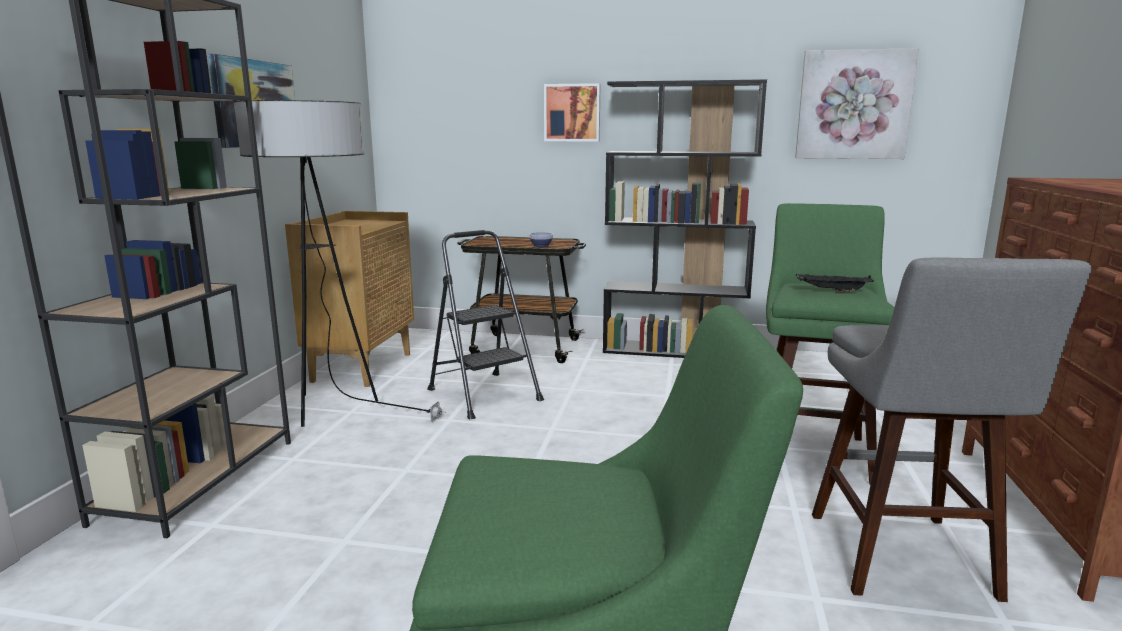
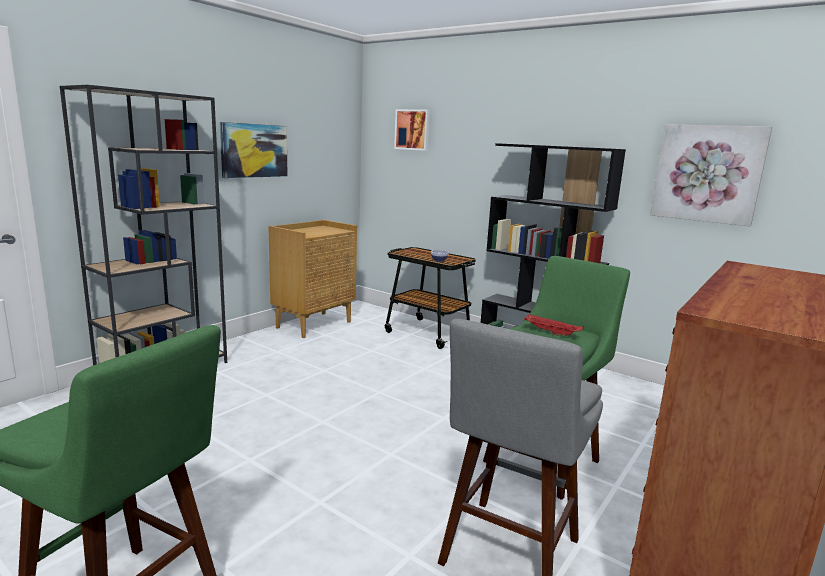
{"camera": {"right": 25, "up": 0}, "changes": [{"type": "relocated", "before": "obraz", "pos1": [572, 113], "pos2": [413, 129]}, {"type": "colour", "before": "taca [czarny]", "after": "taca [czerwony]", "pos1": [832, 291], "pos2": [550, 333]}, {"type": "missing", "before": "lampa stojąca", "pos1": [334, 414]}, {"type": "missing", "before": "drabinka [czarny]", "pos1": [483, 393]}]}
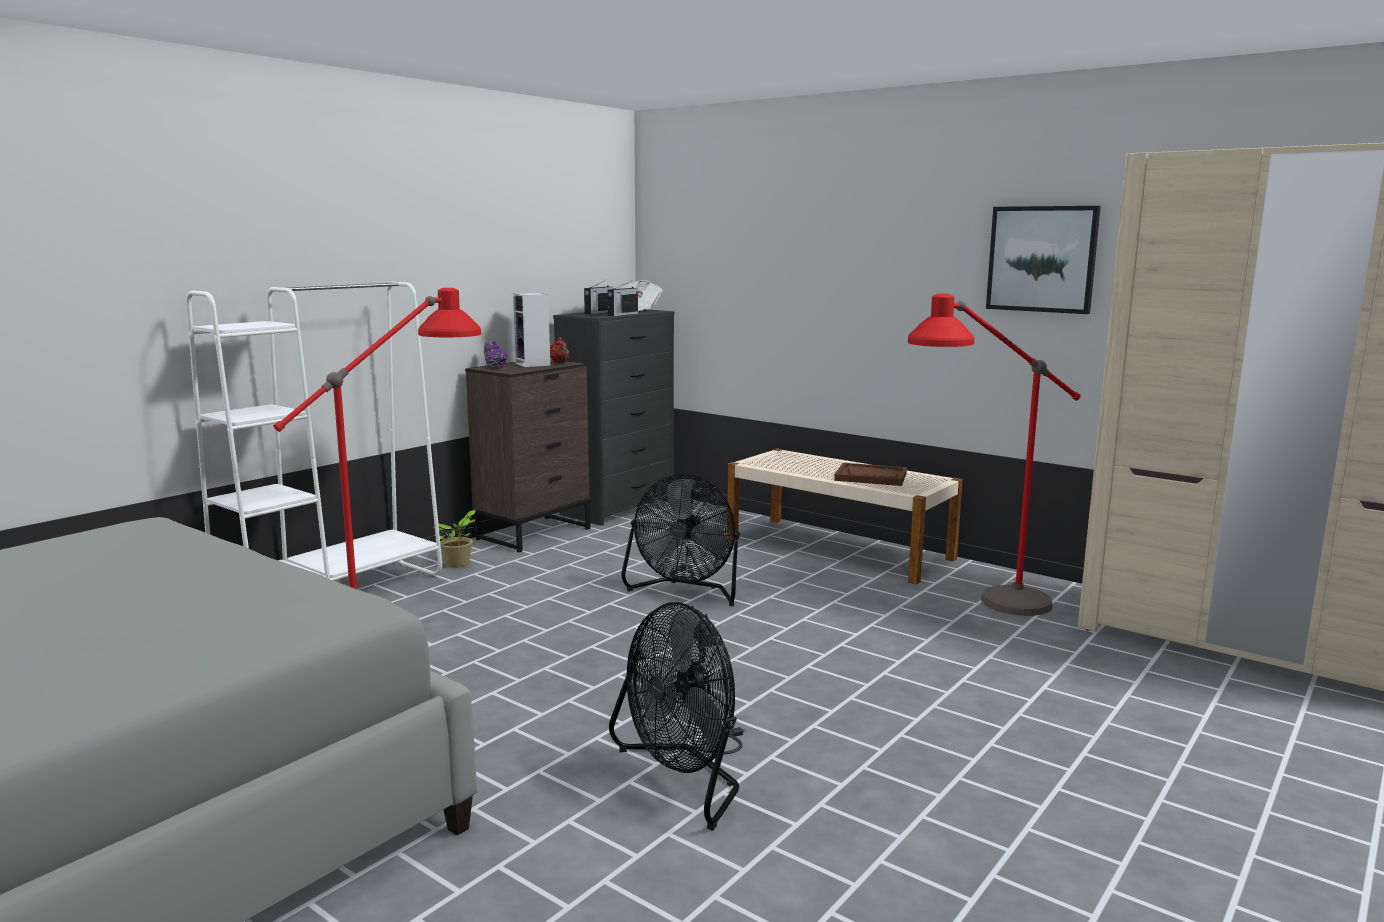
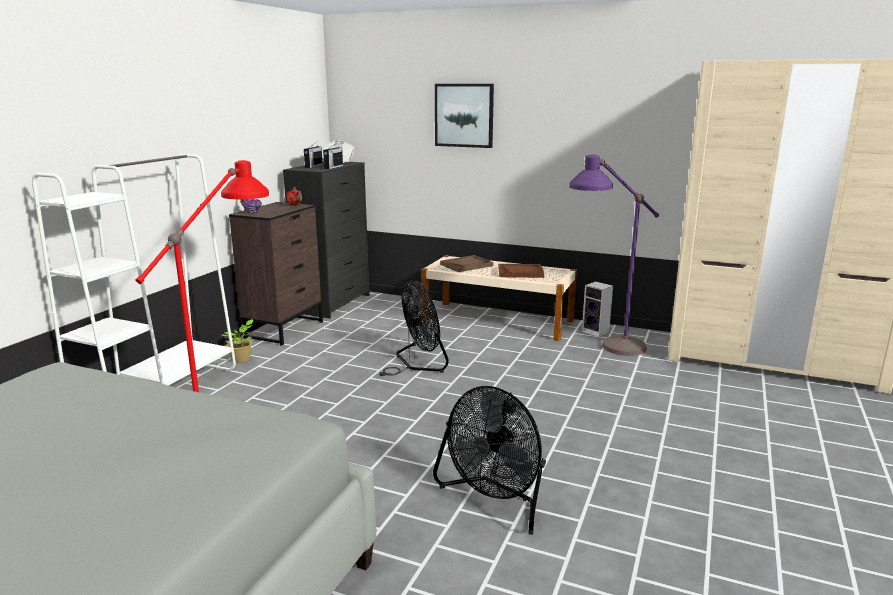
{"camera": {"right": -15, "up": 5}, "changes": [{"type": "spun", "before": "wentylator [czarny]", "pos1": [684, 589], "pos2": [414, 361], "turn": -120}, {"type": "relocated", "before": "obraz", "pos1": [1042, 259], "pos2": [464, 115]}, {"type": "appeared", "after": "taca [brązowy]", "pos2": [466, 265]}, {"type": "colour", "before": "lampa stojąca [czerwony]", "after": "lampa stojąca [fioletowy]", "pos1": [979, 611], "pos2": [606, 355]}, {"type": "relocated", "before": "głośnik", "pos1": [534, 364], "pos2": [596, 332]}]}
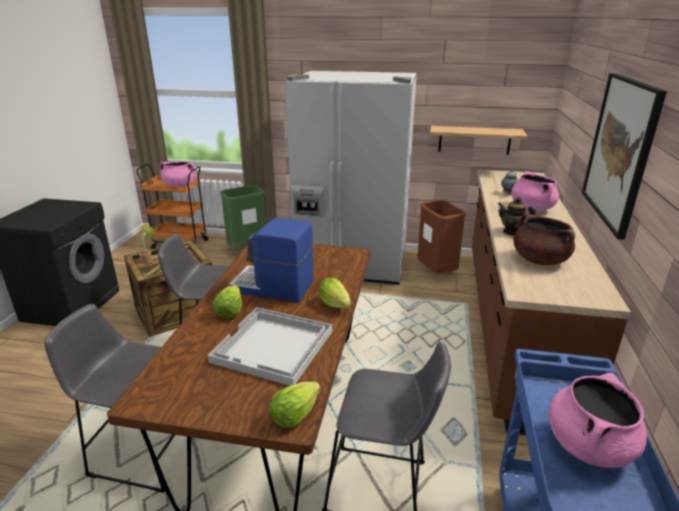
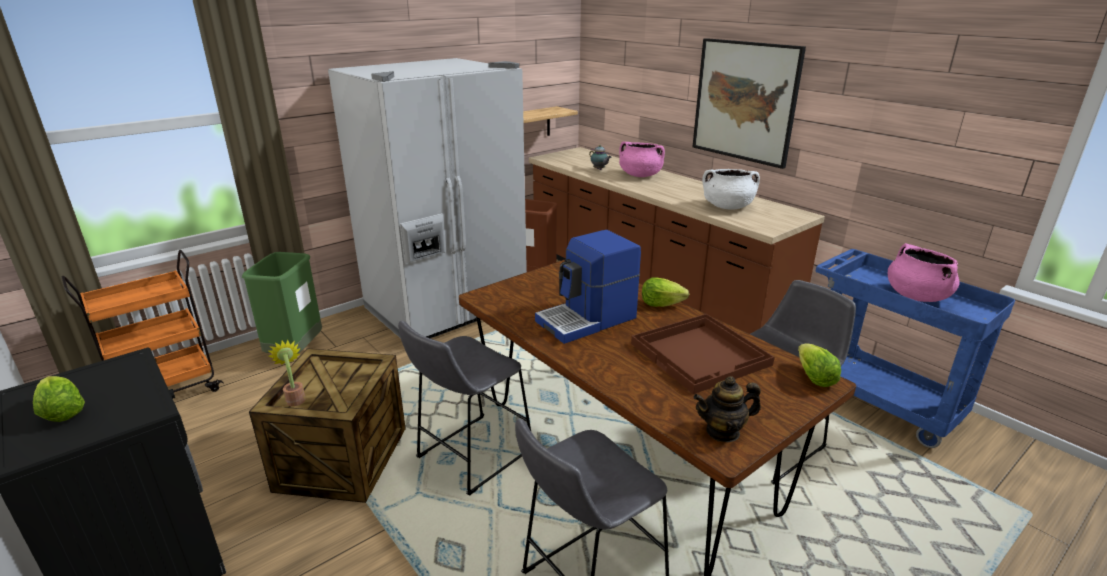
{"camera": {"right": -50, "up": 0}, "changes": [{"type": "relocated", "before": "sałata", "pos1": [230, 311], "pos2": [62, 413]}, {"type": "colour", "before": "taca [biały]", "after": "taca [brązowy]", "pos1": [273, 347], "pos2": [701, 354]}, {"type": "relocated", "before": "imbryk", "pos1": [512, 232], "pos2": [723, 431]}, {"type": "colour", "before": "garnek [brązowy]", "after": "garnek [biały]", "pos1": [539, 260], "pos2": [727, 207]}, {"type": "missing", "before": "garnek [różowy]", "pos1": [179, 186]}]}
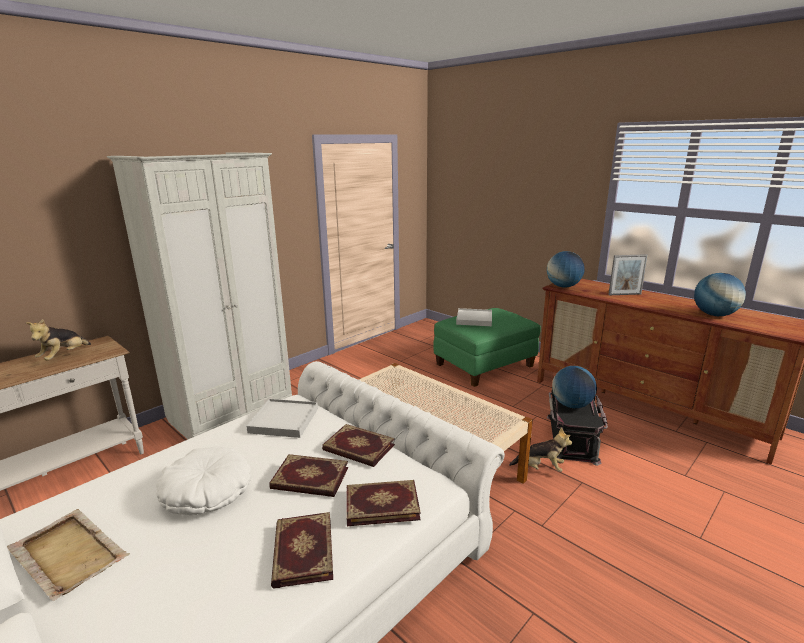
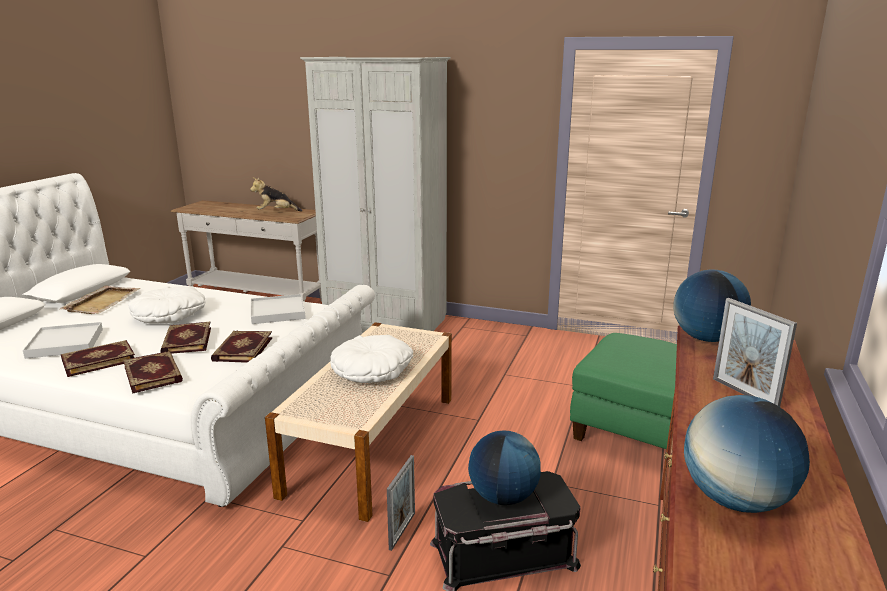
{"camera": {"right": 65, "up": 0}, "changes": [{"type": "relocated", "before": "taca [biały]", "pos1": [474, 319], "pos2": [65, 343]}, {"type": "appeared", "after": "poduszka [biały]", "pos2": [370, 370]}, {"type": "exchanged", "before": "pluszak", "after": "ramka na zdjęcie", "pos1": [540, 468], "pos2": [402, 531]}]}
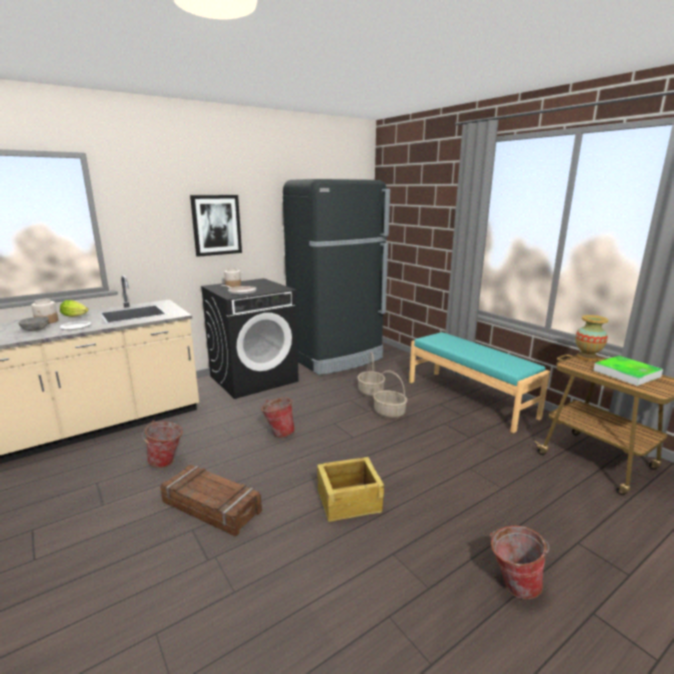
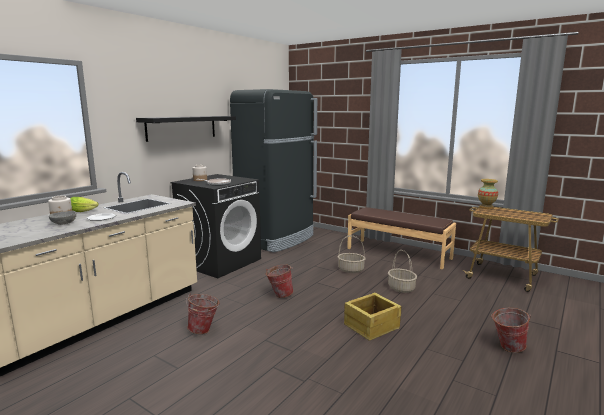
{"camera": {"right": -20, "up": -5}, "changes": [{"type": "exchanged", "before": "obraz", "after": "półka [czarny]", "pos1": [216, 225], "pos2": [182, 127]}, {"type": "colour", "before": "ławka [turkusowy]", "after": "ławka [brązowy]", "pos1": [470, 398], "pos2": [398, 253]}, {"type": "relocated", "before": "koszyk", "pos1": [370, 391], "pos2": [401, 288]}, {"type": "missing", "before": "skrzynka", "pos1": [212, 506]}, {"type": "missing", "before": "taca", "pos1": [626, 373]}]}
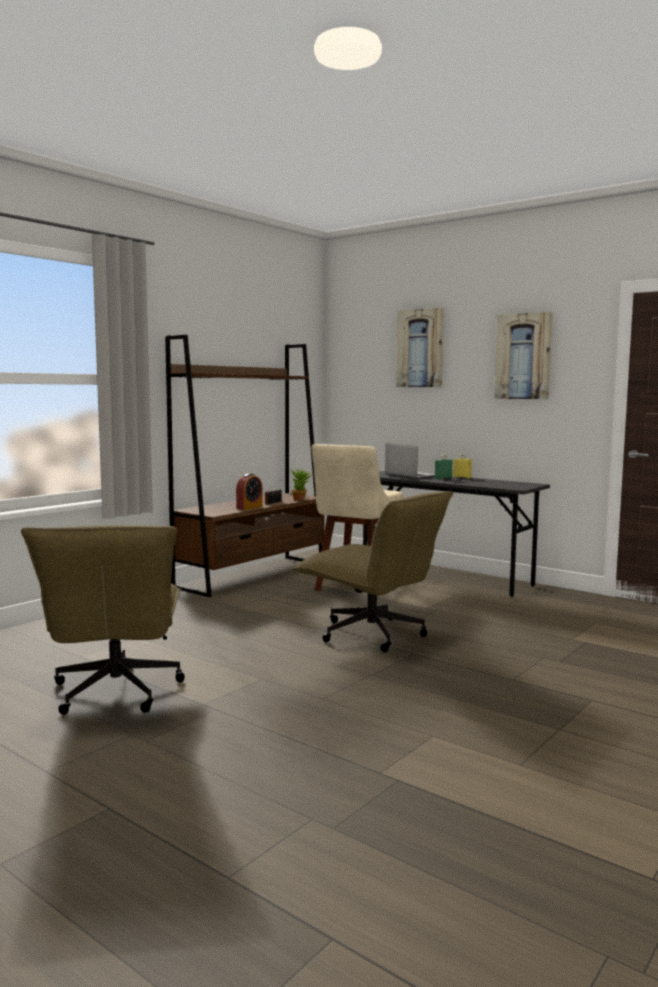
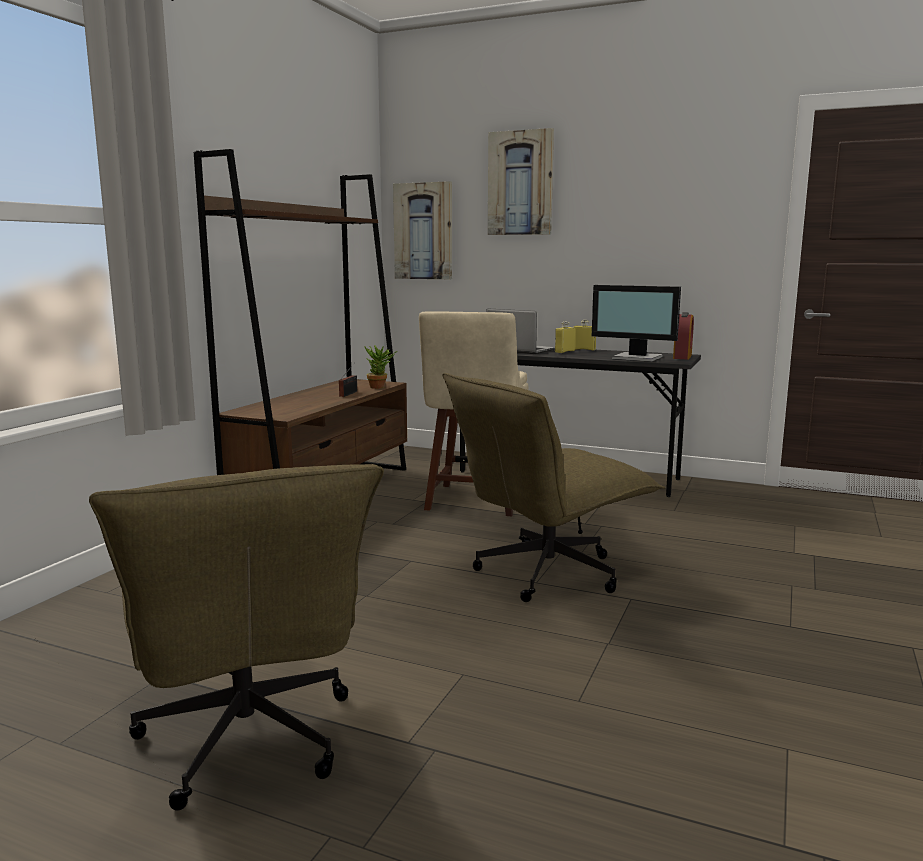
{"camera": {"right": -15, "up": 5}, "changes": [{"type": "relocated", "before": "obraz", "pos1": [523, 356], "pos2": [423, 231]}, {"type": "spun", "before": "krzesło biurowe [beżowy]", "pos1": [370, 633], "pos2": [549, 572], "turn": 120}, {"type": "colour", "before": "butelka [zielony]", "after": "butelka [żółty]", "pos1": [443, 478], "pos2": [564, 351]}, {"type": "appeared", "after": "monitor", "pos2": [637, 358]}, {"type": "relocated", "before": "budzik", "pos1": [249, 507], "pos2": [682, 356]}]}
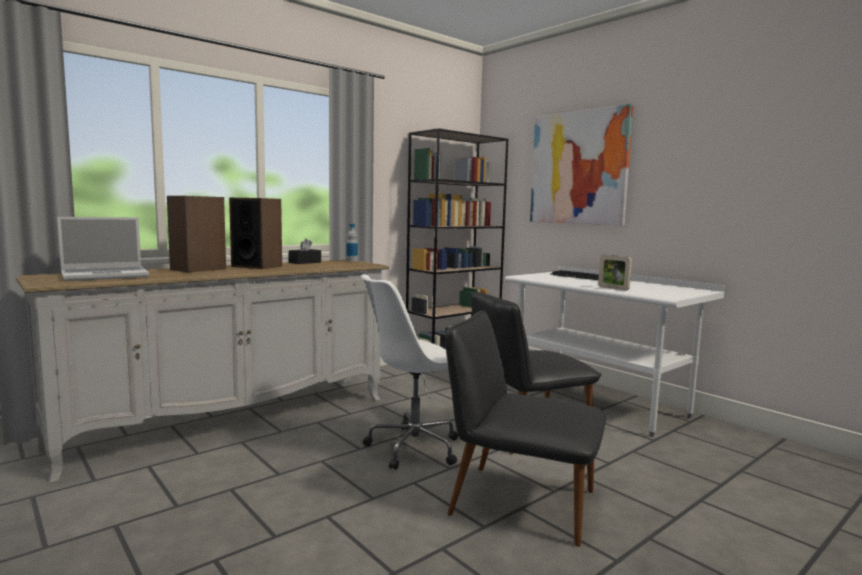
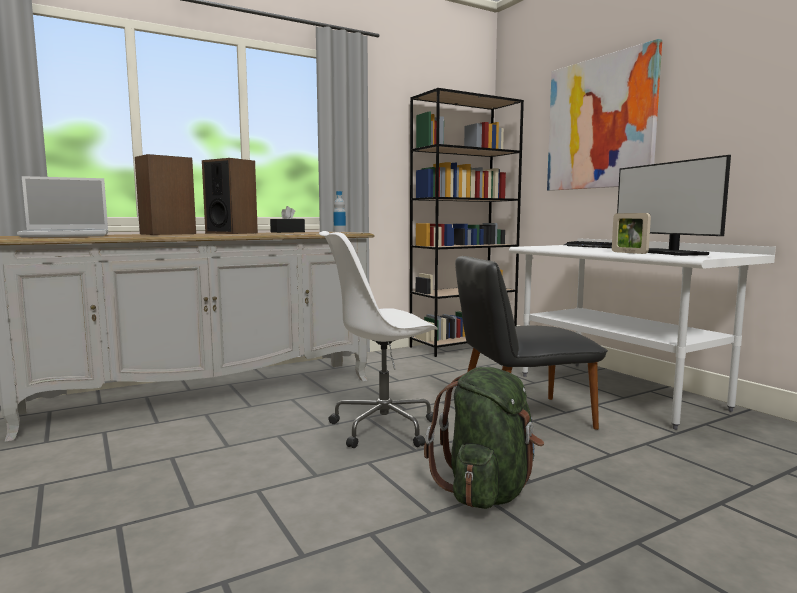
{"camera": {"right": 10, "up": 0}, "changes": [{"type": "exchanged", "before": "krzesło [czarny]", "after": "plecak [zielony]", "pos1": [522, 502], "pos2": [487, 490]}, {"type": "appeared", "after": "monitor", "pos2": [667, 253]}]}
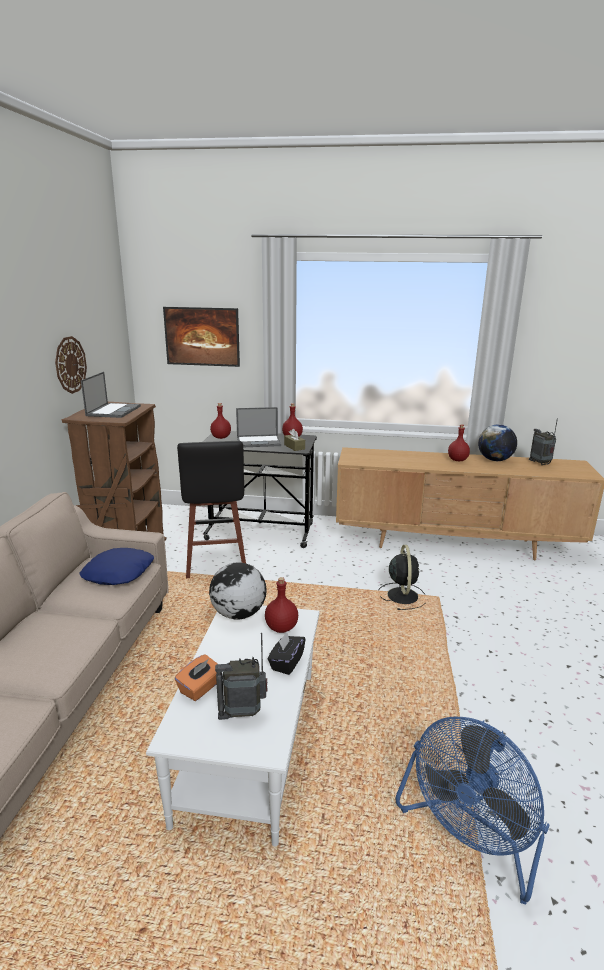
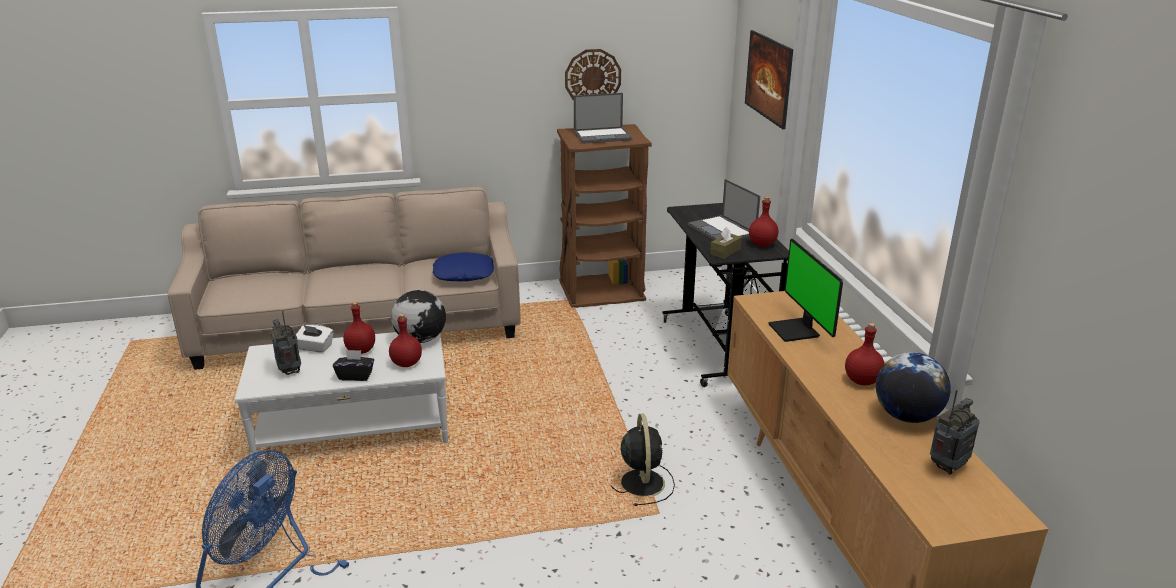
{"camera": {"right": 70, "up": 5}, "changes": [{"type": "colour", "before": "pudełko chusteczek [pomarańczowy]", "after": "pudełko chusteczek [biały]", "pos1": [200, 688], "pos2": [315, 348]}, {"type": "relocated", "before": "butelka [czerwony]", "pos1": [221, 437], "pos2": [360, 351]}, {"type": "spun", "before": "wentylator [czarny]", "pos1": [402, 595], "pos2": [641, 481], "turn": -75}, {"type": "appeared", "after": "monitor", "pos2": [796, 330]}, {"type": "missing", "before": "stołek [czarny]", "pos1": [215, 563]}]}
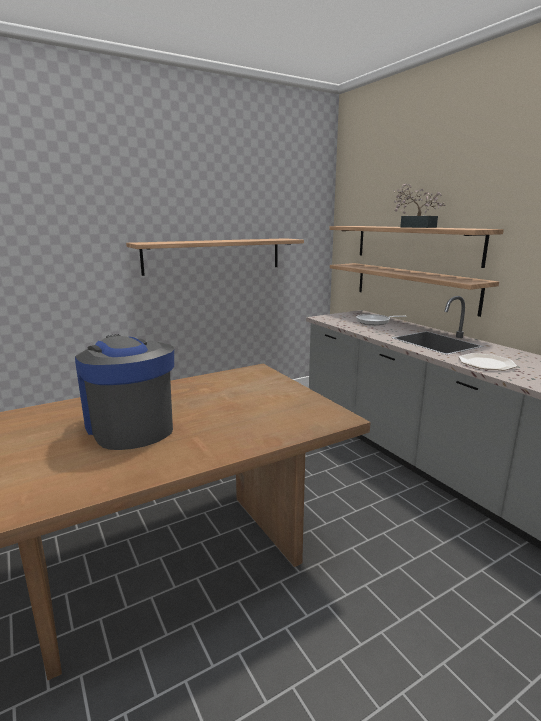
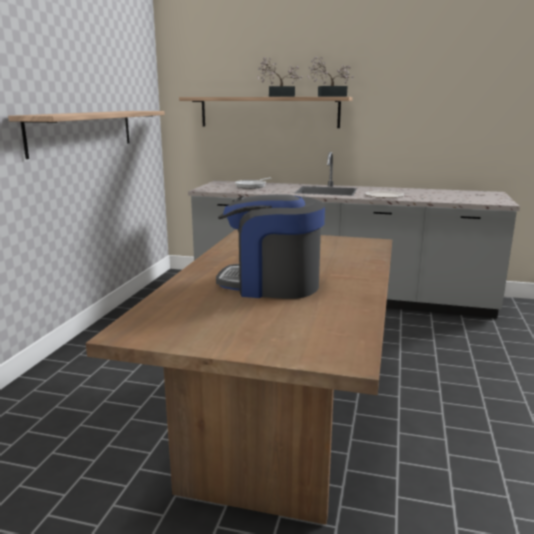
{"camera": {"right": -45, "up": 0}, "changes": [{"type": "appeared", "after": "roślina doniczkowa", "pos2": [328, 96]}, {"type": "missing", "before": "półka", "pos1": [413, 286]}]}
